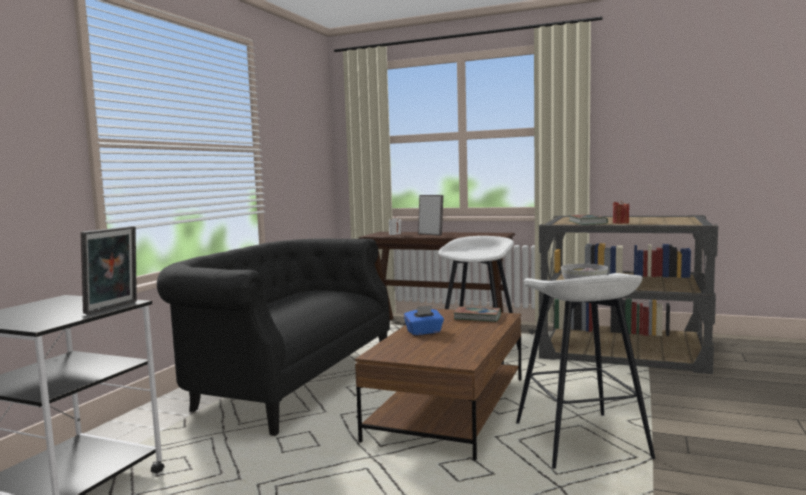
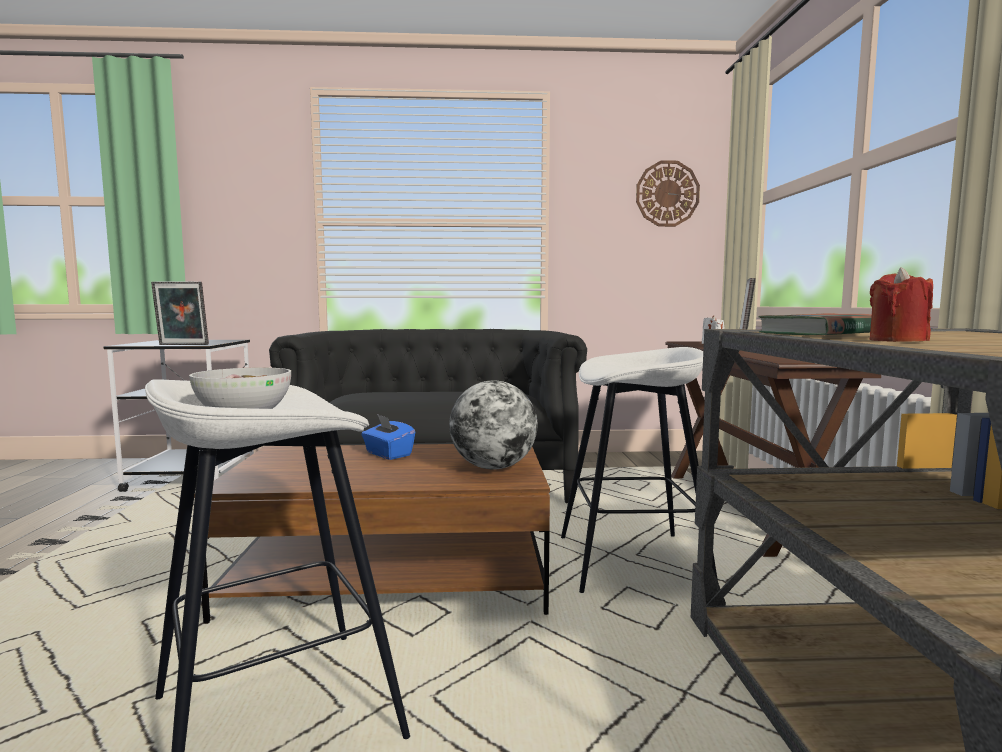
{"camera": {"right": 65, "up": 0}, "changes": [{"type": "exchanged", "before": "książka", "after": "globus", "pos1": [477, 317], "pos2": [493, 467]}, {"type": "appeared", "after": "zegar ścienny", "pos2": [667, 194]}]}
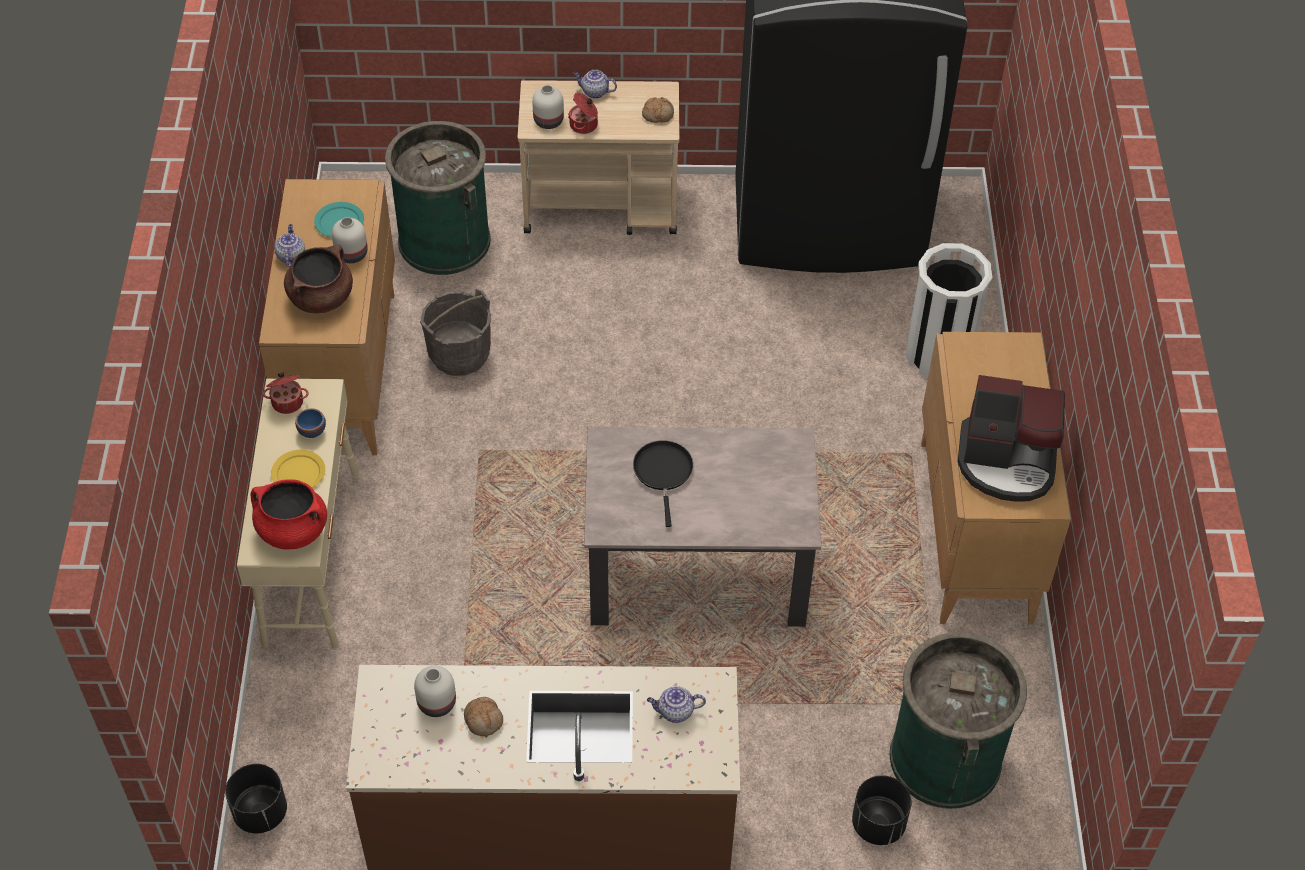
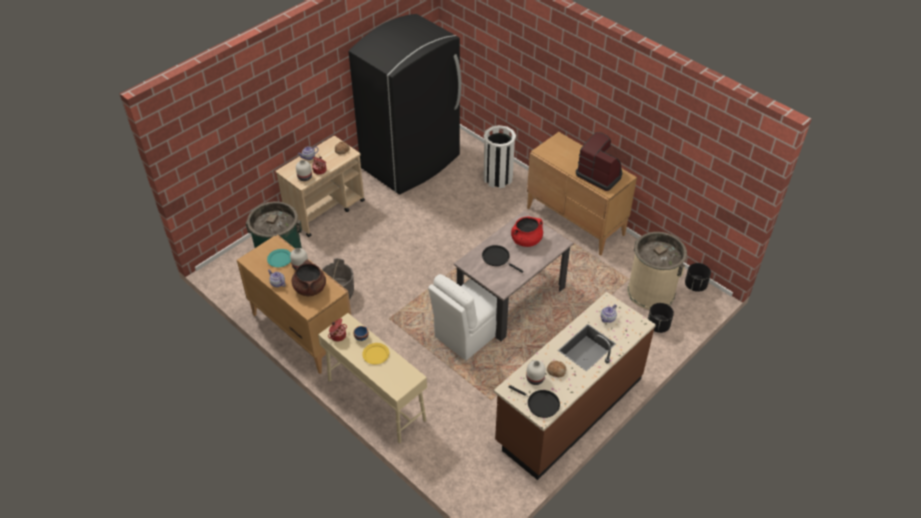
{"camera": {"right": -45, "up": -5}, "changes": [{"type": "appeared", "after": "krzesło [biały]", "pos2": [468, 333]}, {"type": "appeared", "after": "patelnia [czarny]", "pos2": [540, 404]}, {"type": "relocated", "before": "garnek [czerwony]", "pos1": [292, 530], "pos2": [526, 240]}, {"type": "spun", "before": "ekspres do kawy", "pos1": [1007, 463], "pos2": [600, 174], "turn": -105}, {"type": "colour", "before": "kosz na śmieci [zielony]", "after": "kosz na śmieci [beżowy]", "pos1": [945, 758], "pos2": [651, 291]}, {"type": "relocated", "before": "donica [czarny]", "pos1": [261, 813], "pos2": [695, 285]}]}
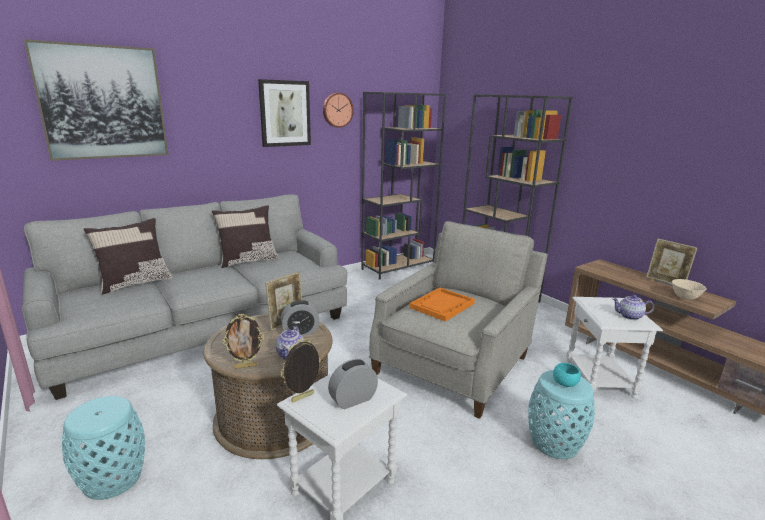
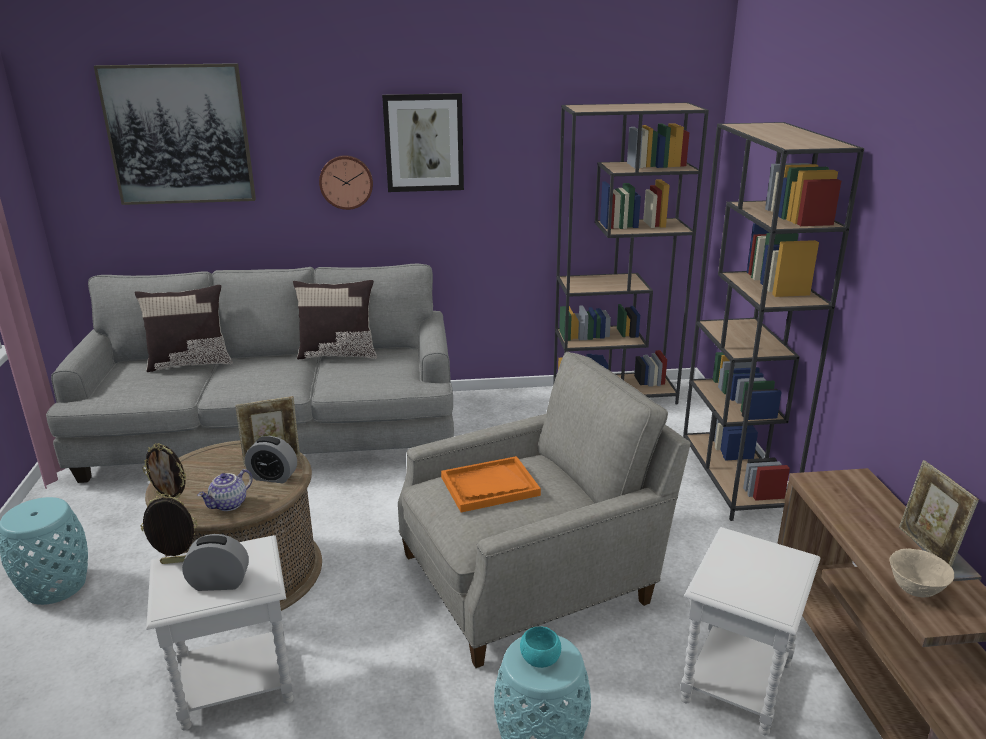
{"camera": {"right": 30, "up": 5}, "changes": [{"type": "relocated", "before": "zegar ścienny", "pos1": [337, 110], "pos2": [346, 182]}, {"type": "missing", "before": "imbryk", "pos1": [629, 316]}]}
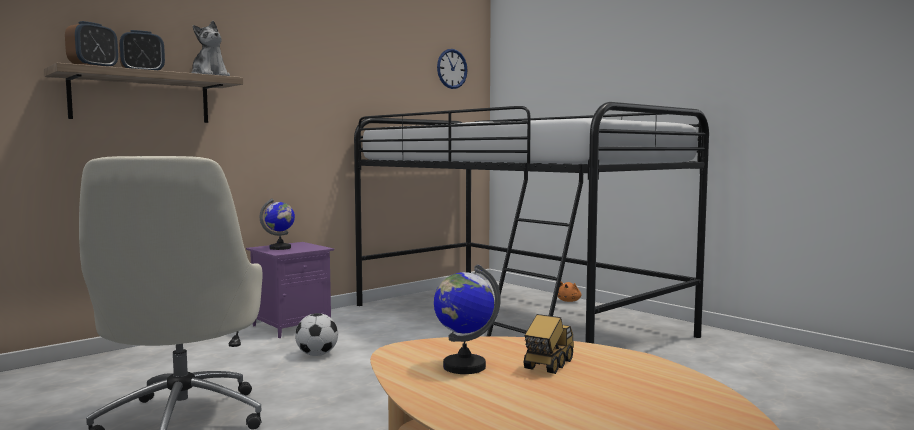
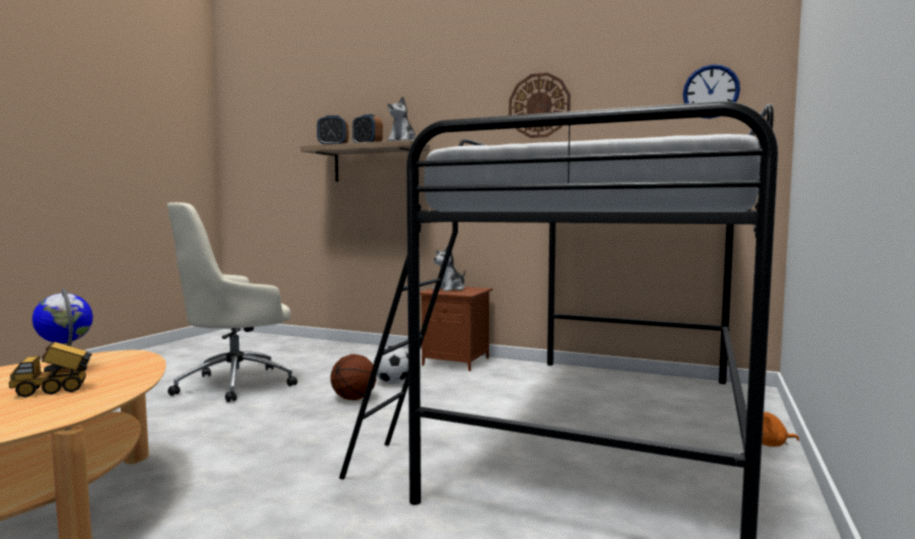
{"camera": {"right": 65, "up": 0}, "changes": [{"type": "spun", "before": "ciężarówka zabawkowa", "pos1": [548, 365], "pos2": [54, 390], "turn": 150}, {"type": "appeared", "after": "piłka do koszykówki", "pos2": [354, 398]}, {"type": "colour", "before": "szafka nocna [fioletowy]", "after": "szafka nocna [brązowy]", "pos1": [292, 326], "pos2": [457, 361]}, {"type": "exchanged", "before": "globus", "after": "pluszak", "pos1": [280, 248], "pos2": [450, 289]}, {"type": "appeared", "after": "zegar ścienny", "pos2": [539, 105]}]}
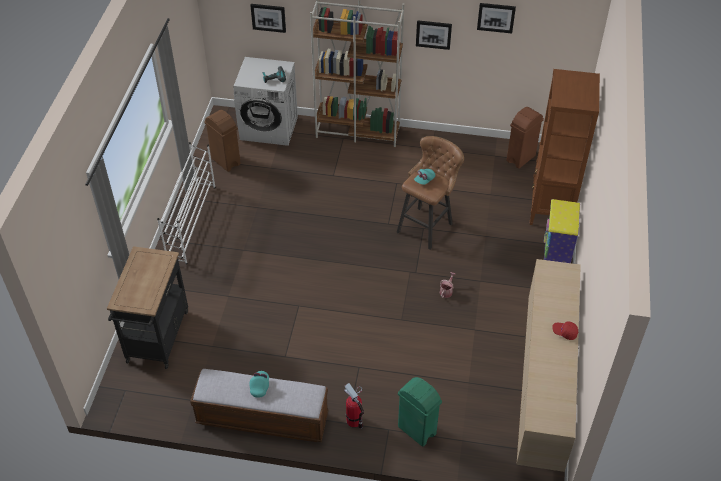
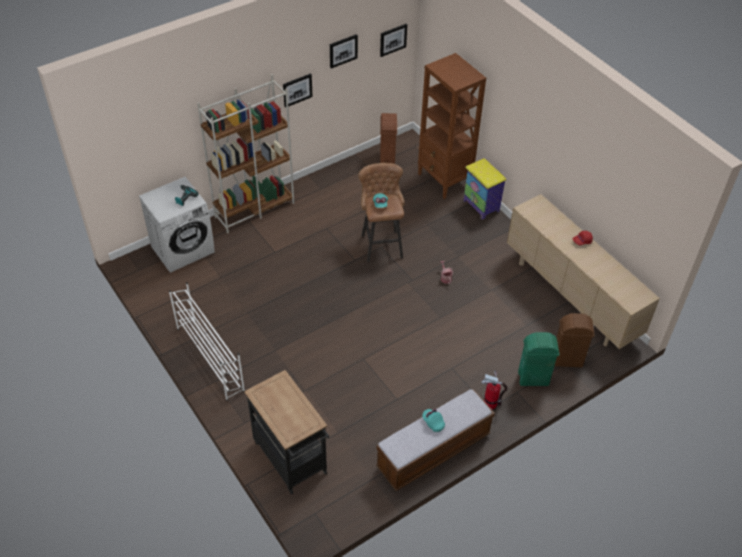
{"camera": {"right": -45, "up": 0}, "changes": [{"type": "relocated", "before": "obraz", "pos1": [268, 17], "pos2": [393, 39]}, {"type": "relocated", "before": "kosz na śmieci [brązowy]", "pos1": [226, 161], "pos2": [567, 359]}]}
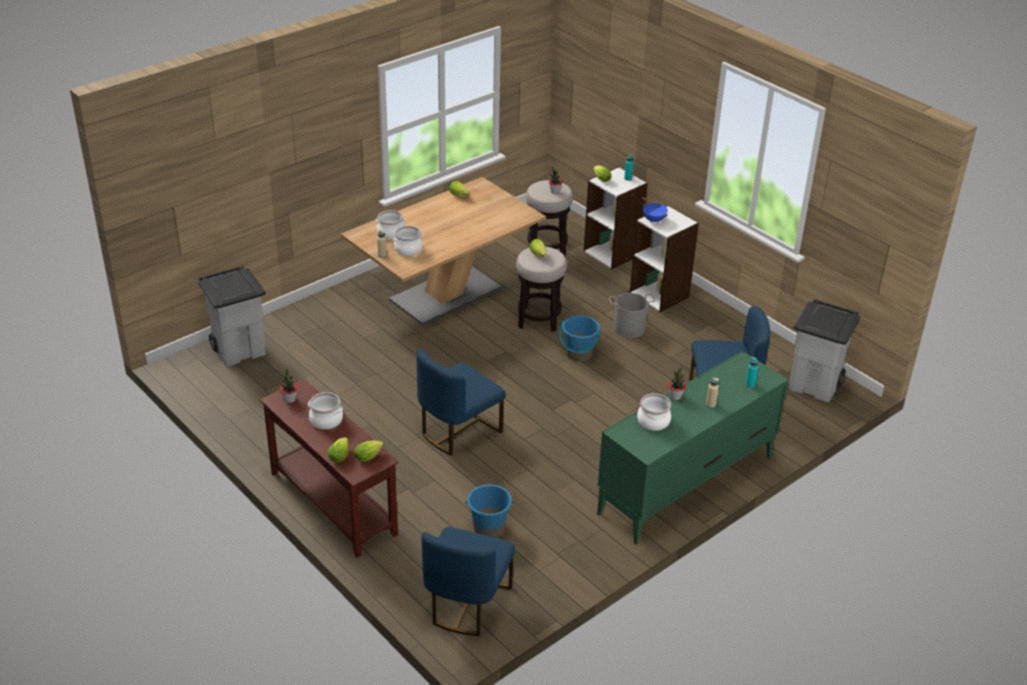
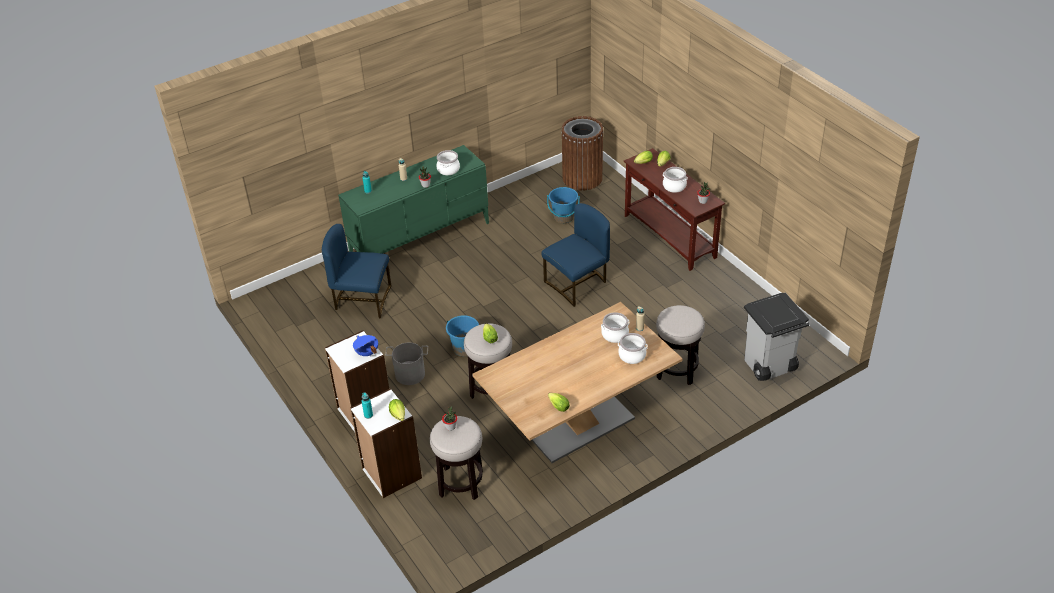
{"camera": {"right": -170, "up": 5}, "changes": [{"type": "exchanged", "before": "krzesło [niebieski]", "after": "kosz na śmieci [brązowy]", "pos1": [467, 604], "pos2": [582, 178]}, {"type": "appeared", "after": "stołek", "pos2": [677, 370]}, {"type": "missing", "before": "kosz na śmieci [szary]", "pos1": [815, 385]}]}
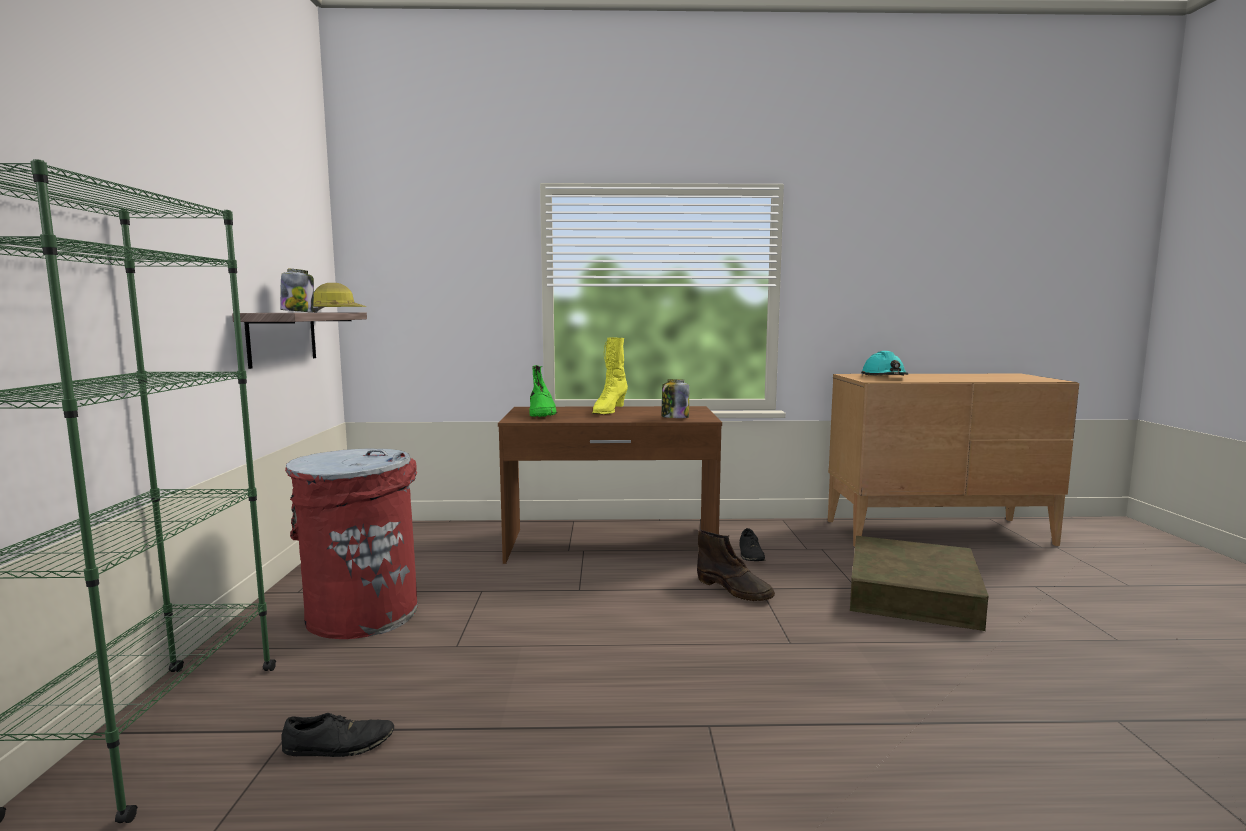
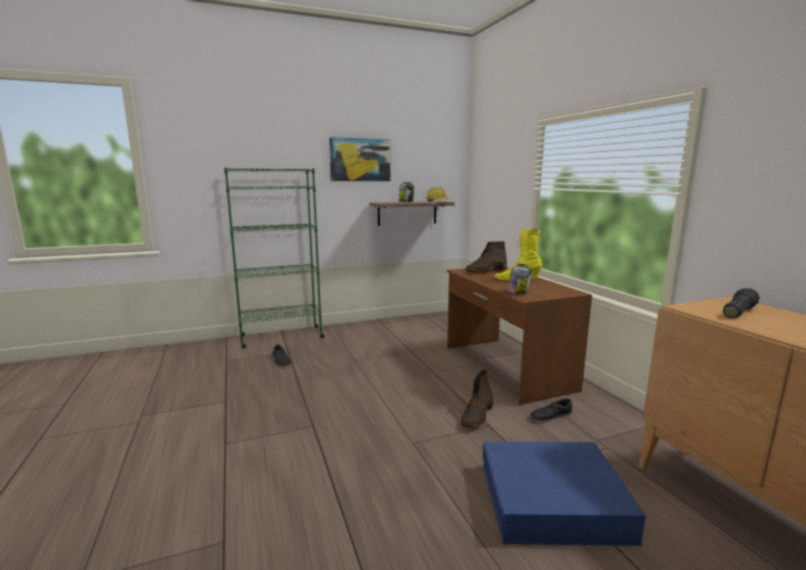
{"camera": {"right": 70, "up": 5}, "changes": [{"type": "appeared", "after": "obraz", "pos2": [360, 160]}, {"type": "colour", "before": "but z cholewką [zielony]", "after": "but z cholewką [brązowy]", "pos1": [542, 413], "pos2": [485, 271]}, {"type": "colour", "before": "pojemnik do przechowywania [brązowy]", "after": "pojemnik do przechowywania [niebieski]", "pos1": [912, 593], "pos2": [552, 501]}, {"type": "exchanged", "before": "kask [turkusowy]", "after": "latarka", "pos1": [884, 377], "pos2": [737, 312]}, {"type": "missing", "before": "kosz na śmieci [czerwony]", "pos1": [362, 614]}]}
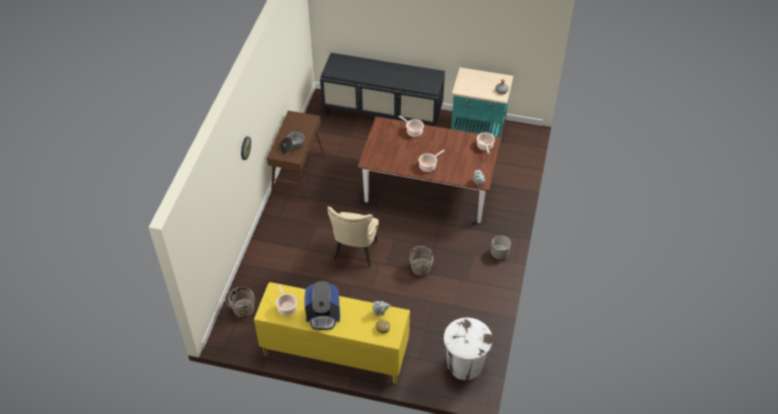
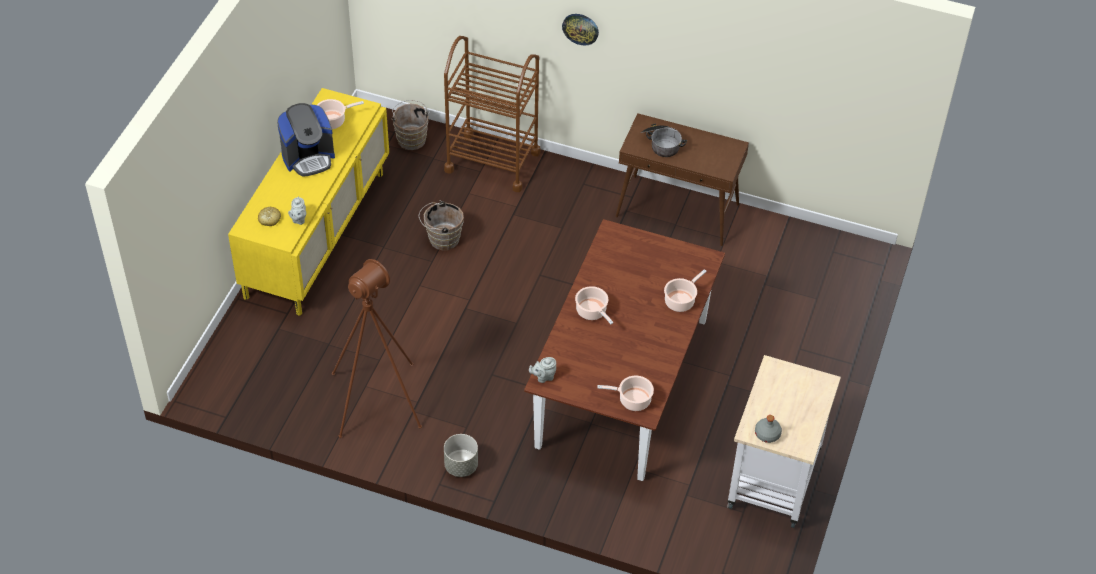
{"camera": {"right": 95, "up": 0}, "changes": [{"type": "spun", "before": "ekspres do kawy", "pos1": [323, 315], "pos2": [308, 157], "turn": -120}, {"type": "appeared", "after": "lampa stojąca [brązowy]", "pos2": [376, 400]}, {"type": "relocated", "before": "wiadro [brązowy]", "pos1": [421, 270], "pos2": [441, 239]}, {"type": "appeared", "after": "wózek [brązowy]", "pos2": [492, 161]}, {"type": "colour", "before": "wózek [turkusowy]", "after": "wózek [biały]", "pos1": [478, 130], "pos2": [774, 480]}, {"type": "missing", "before": "szafka [czarny]", "pos1": [383, 114]}, {"type": "missing", "before": "krzesło [beżowy]", "pos1": [355, 251]}, {"type": "missing", "before": "kosz na śmieci [biały]", "pos1": [464, 365]}]}
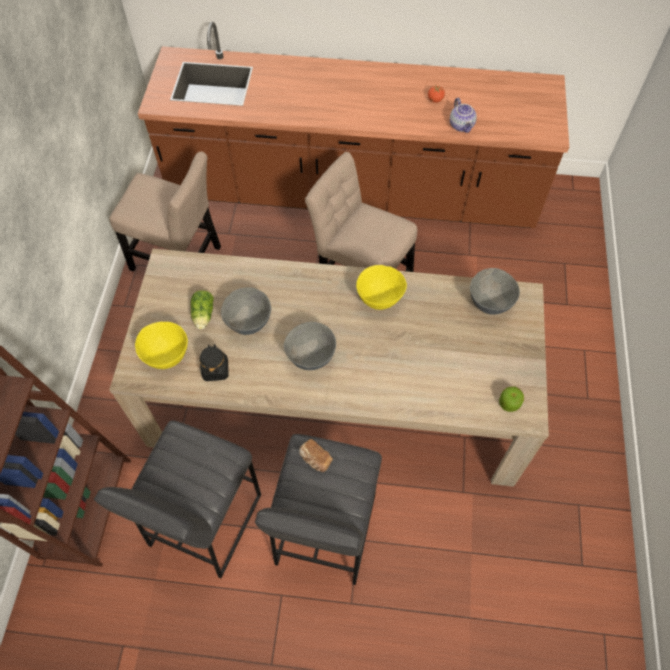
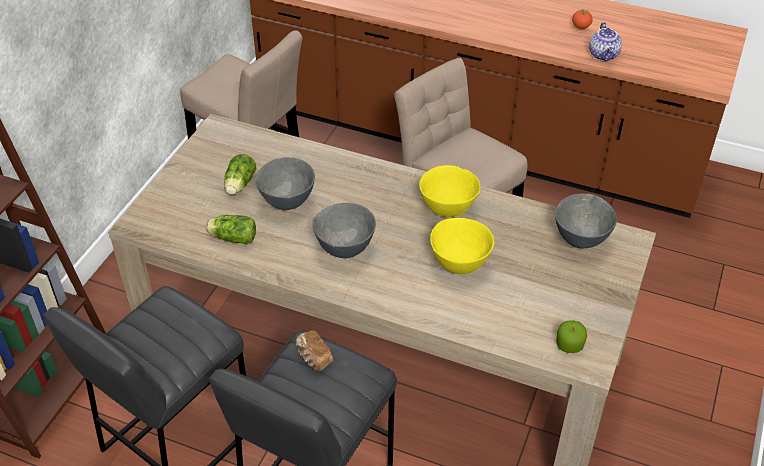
{"camera": {"right": 15, "up": -15}, "changes": [{"type": "exchanged", "before": "słoik [czarny]", "after": "sałata", "pos1": [215, 370], "pos2": [231, 238]}, {"type": "relocated", "before": "miska [żółty]", "pos1": [167, 358], "pos2": [459, 265]}]}
